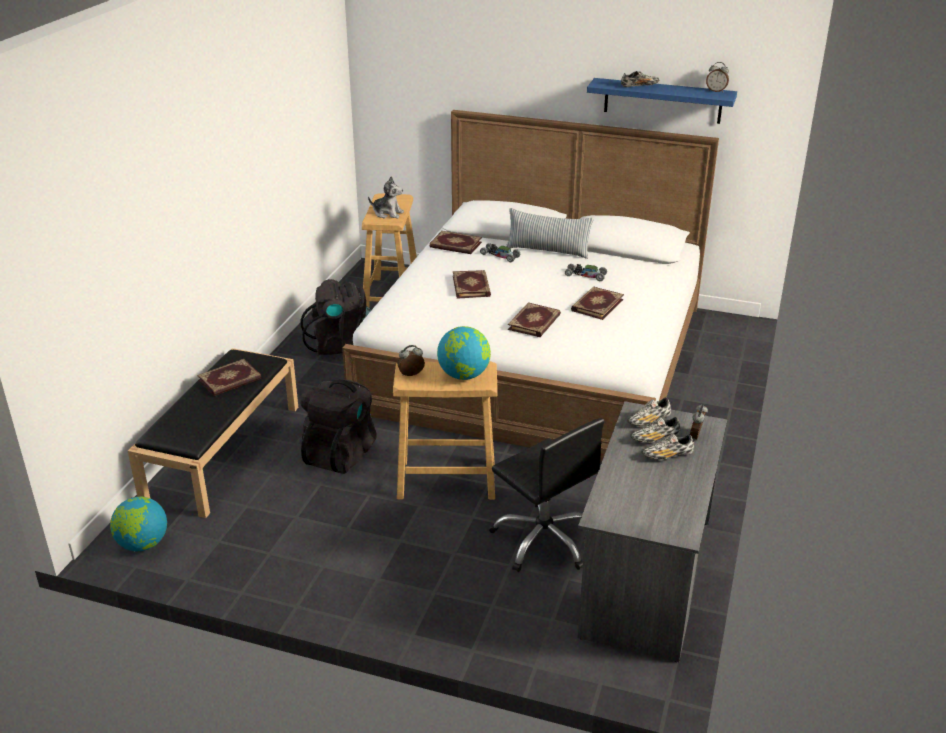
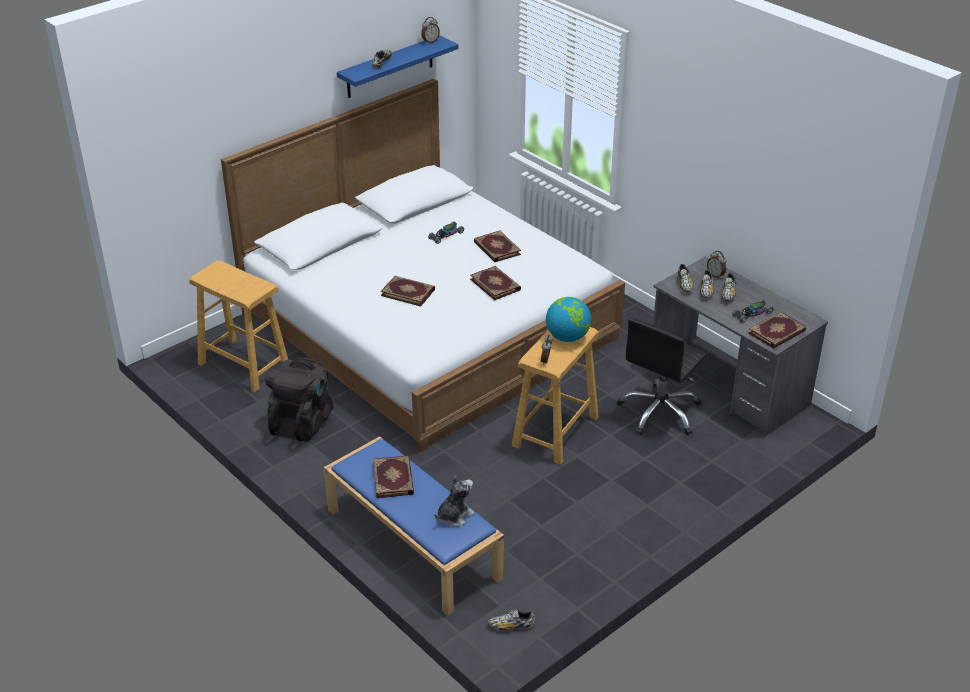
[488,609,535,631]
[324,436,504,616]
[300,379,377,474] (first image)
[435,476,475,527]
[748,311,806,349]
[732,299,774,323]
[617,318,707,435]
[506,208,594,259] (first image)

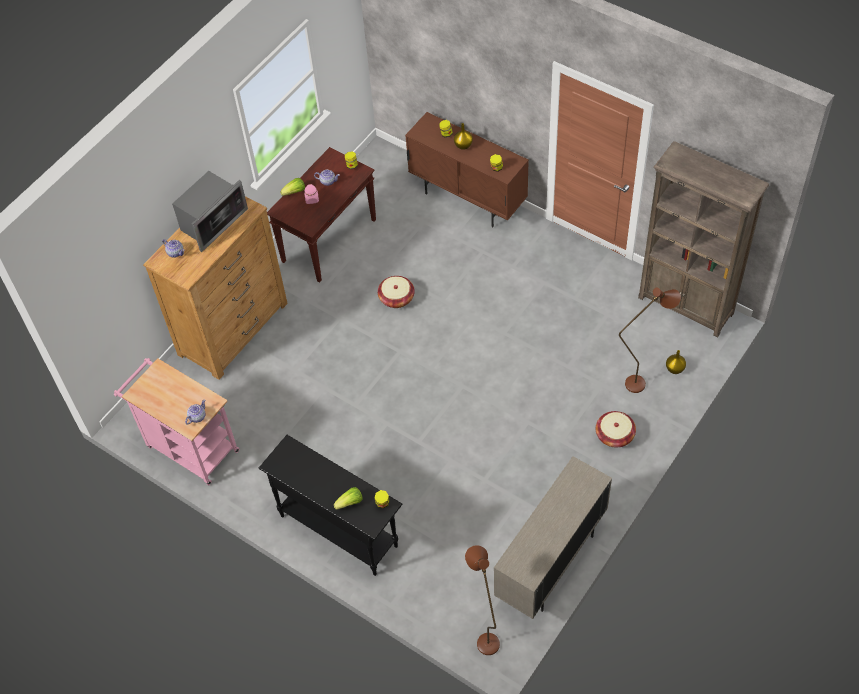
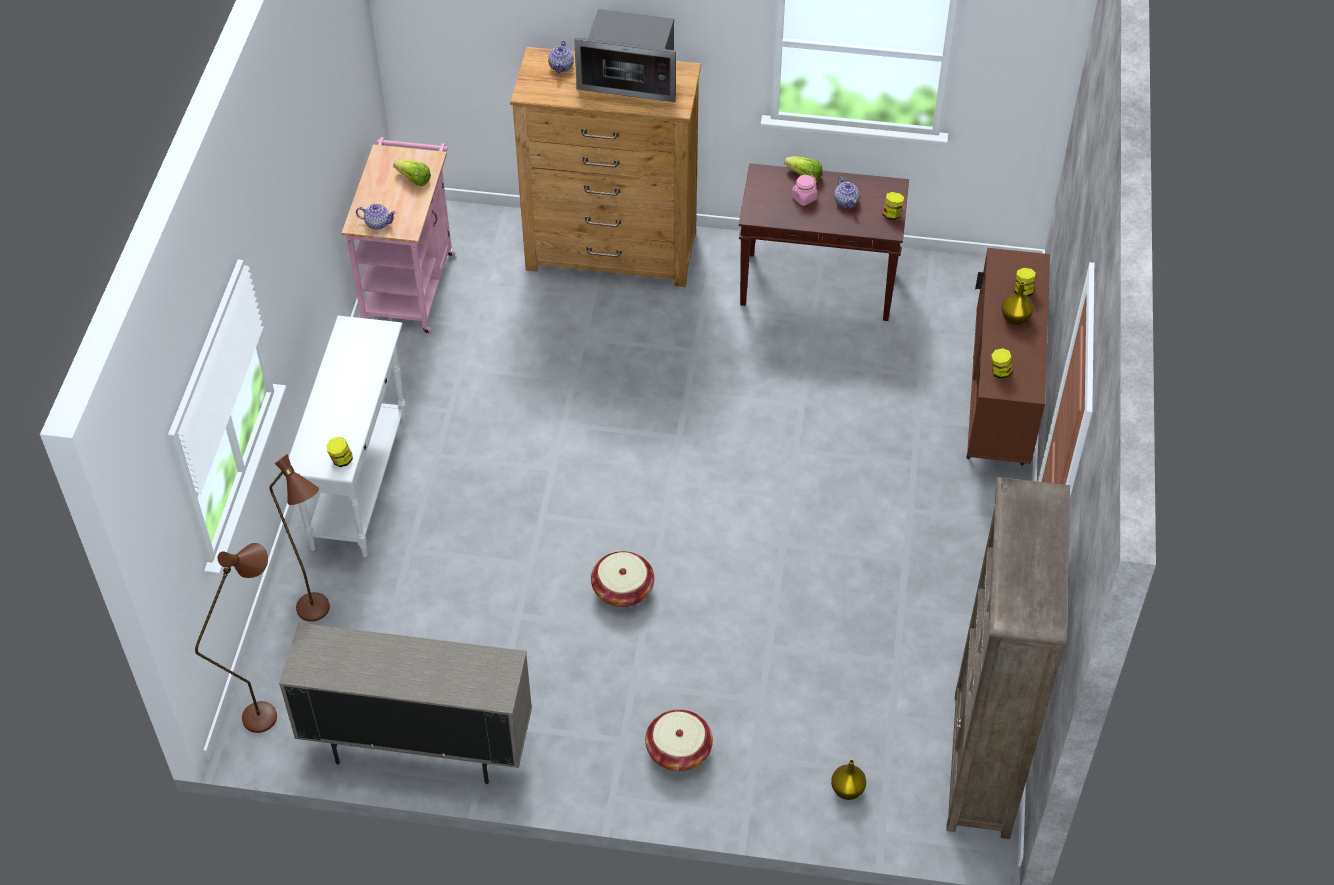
[283,315,407,557]
[393,159,431,186]
[591,551,654,607]
[269,454,330,622]

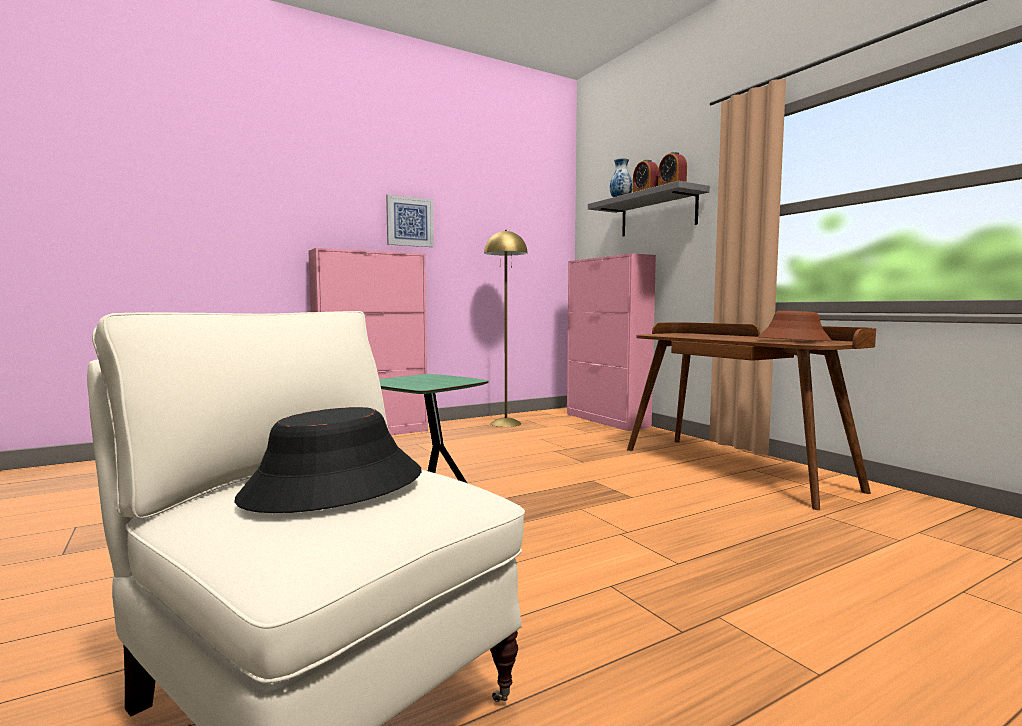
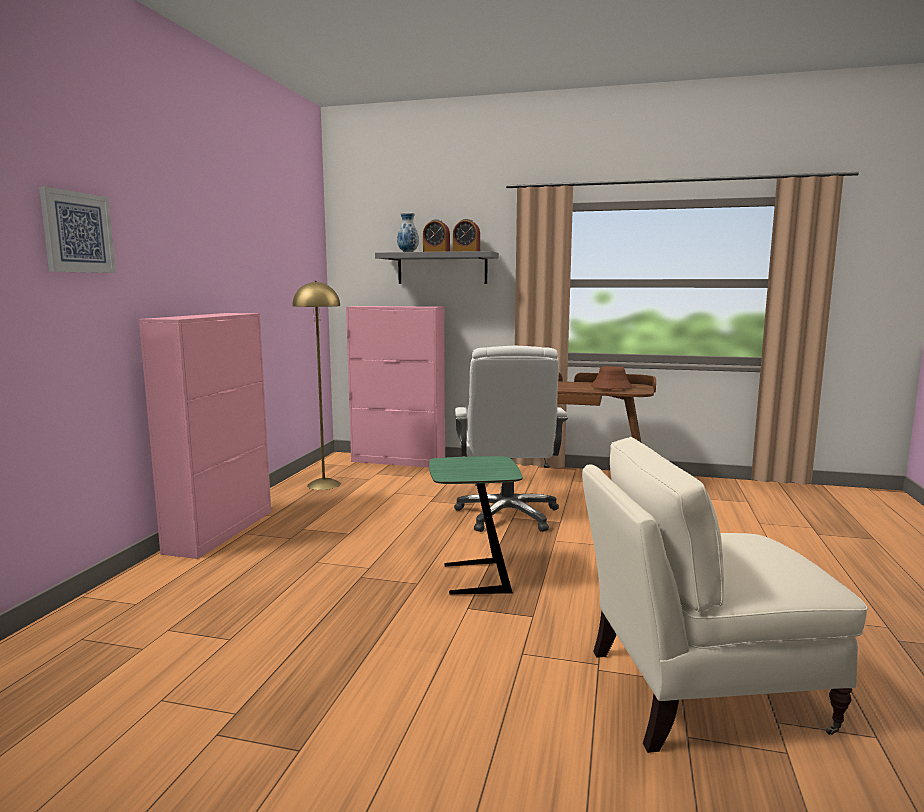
[234,407,421,513] (first image)
[39,187,116,273]
[454,346,568,532]

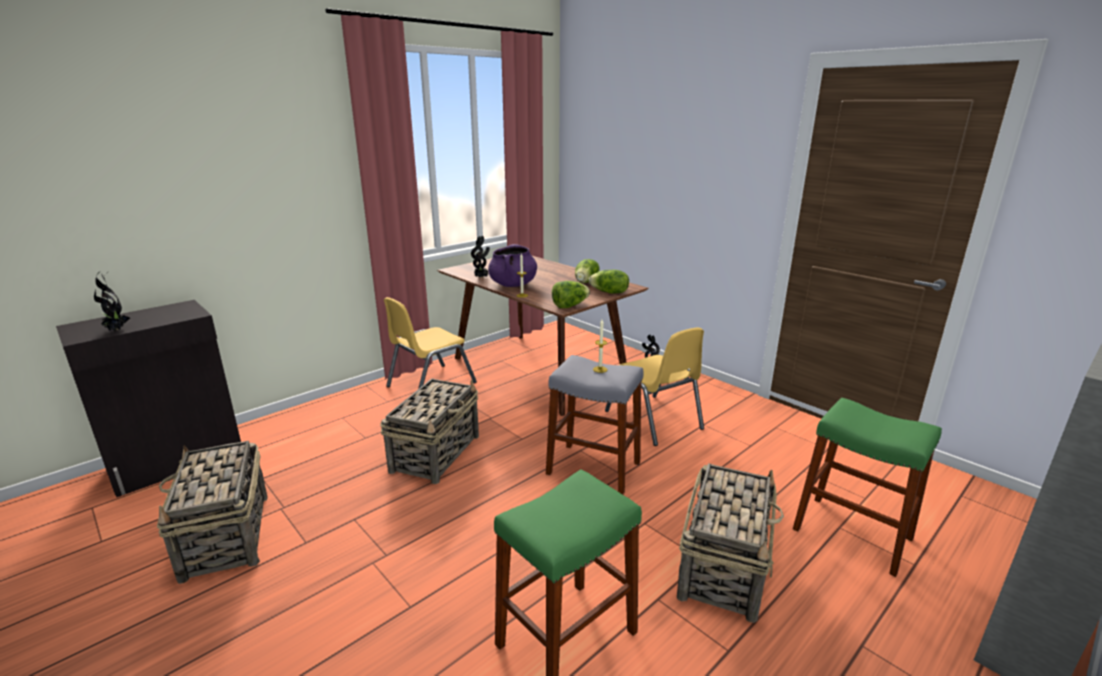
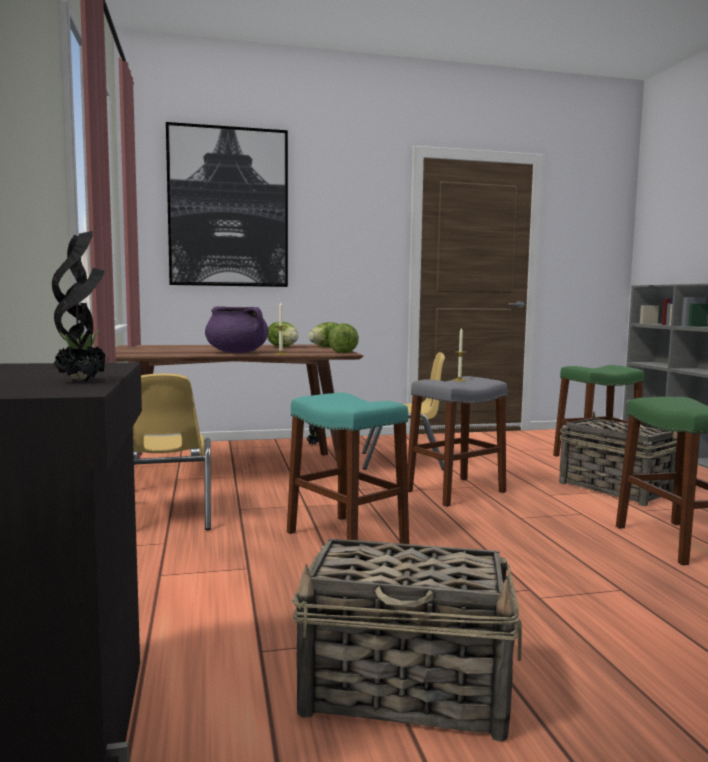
[287,393,409,544]
[471,236,490,278] (first image)
[166,122,288,287]

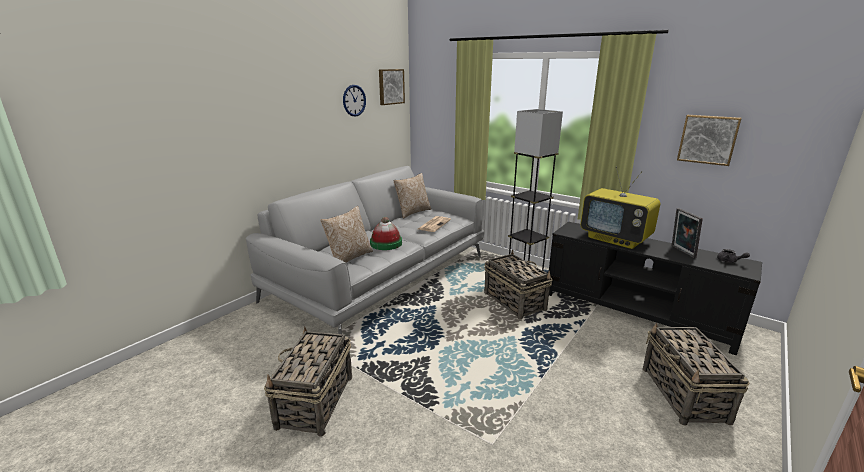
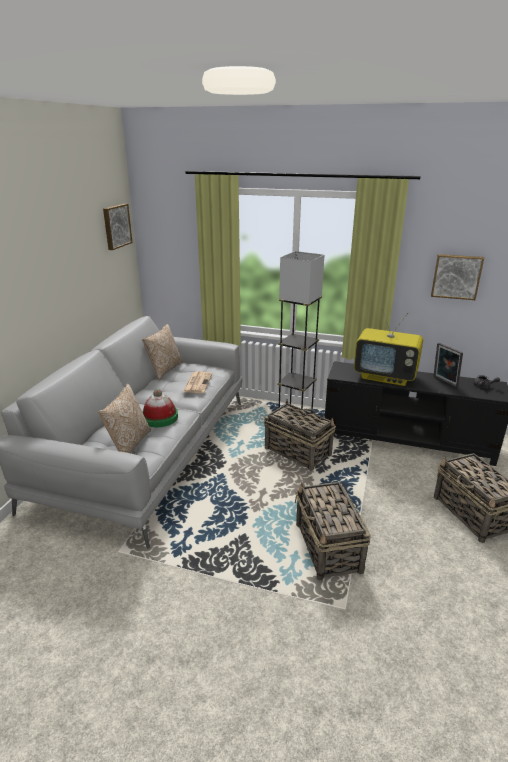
[295,482,371,580]
[343,85,366,116] (first image)

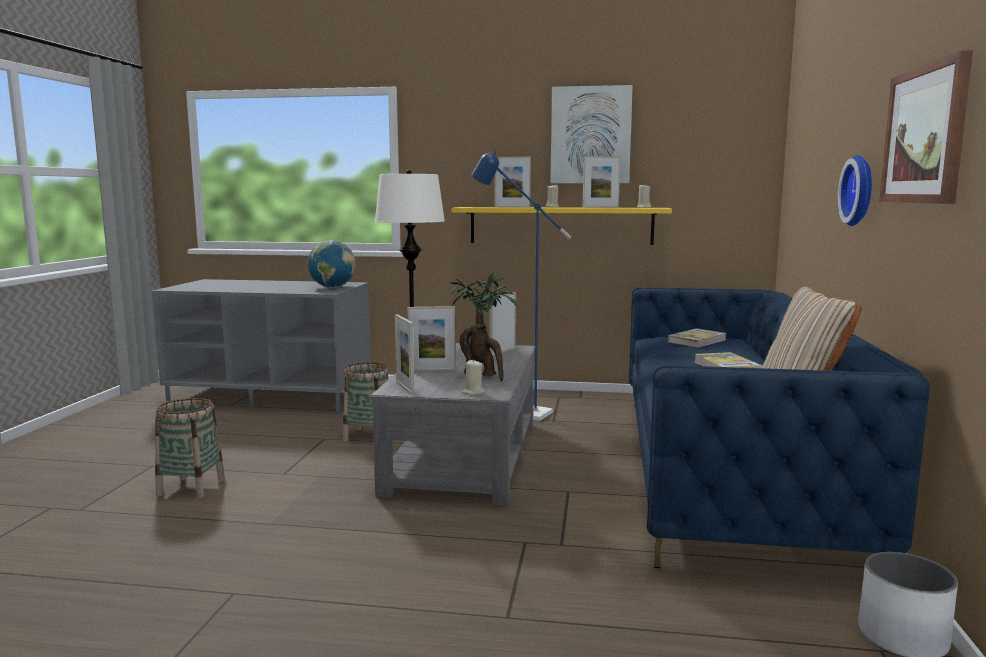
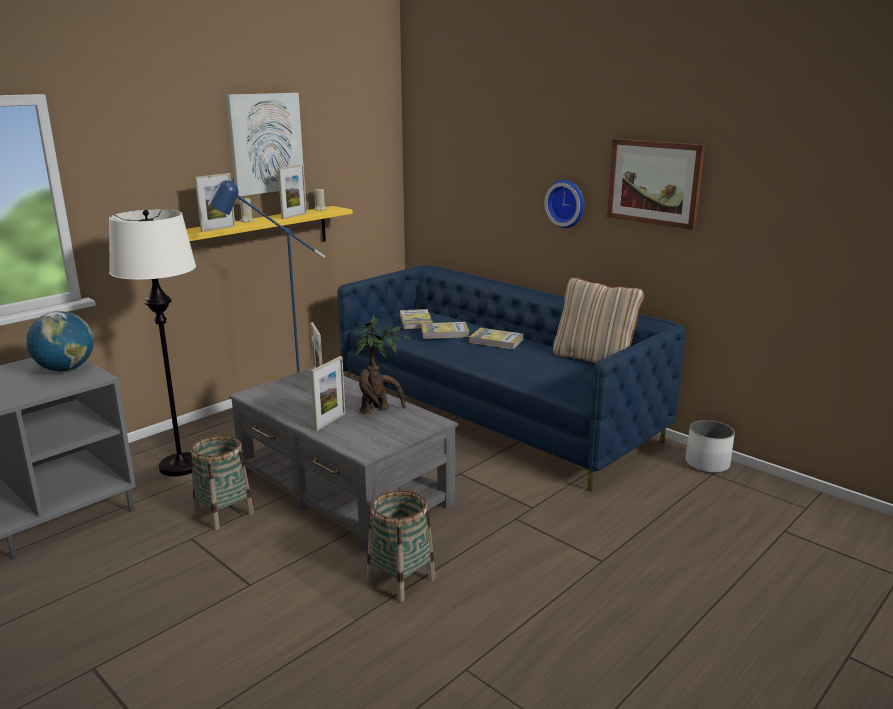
[367,490,435,602]
[395,314,414,395] (first image)
[462,360,484,395] (first image)
[421,322,469,339]

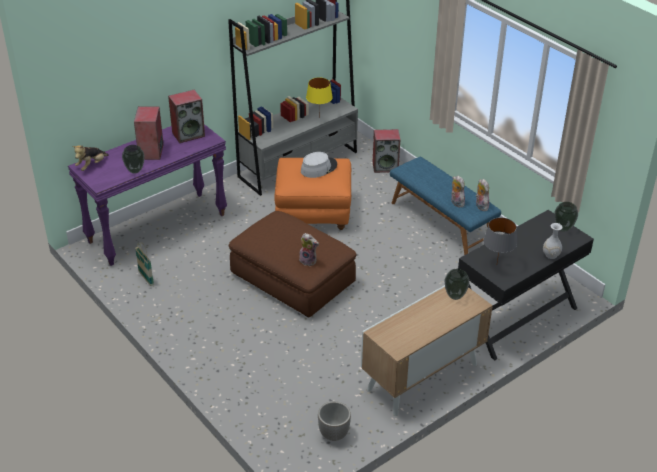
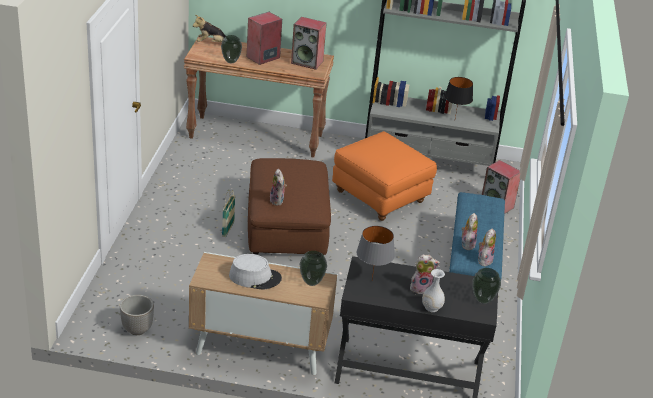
[184,36,334,158]
[222,190,235,237]
[229,254,282,290]
[444,77,473,118]
[410,255,440,294]

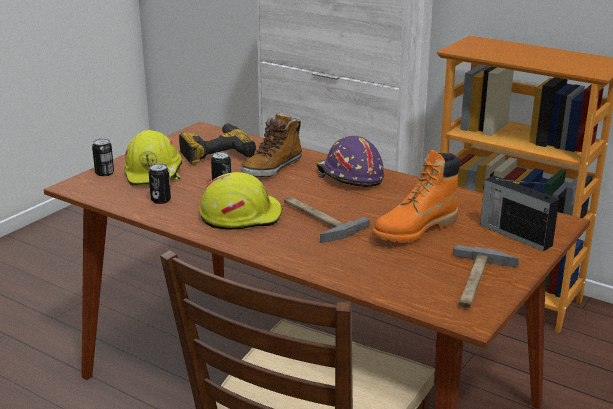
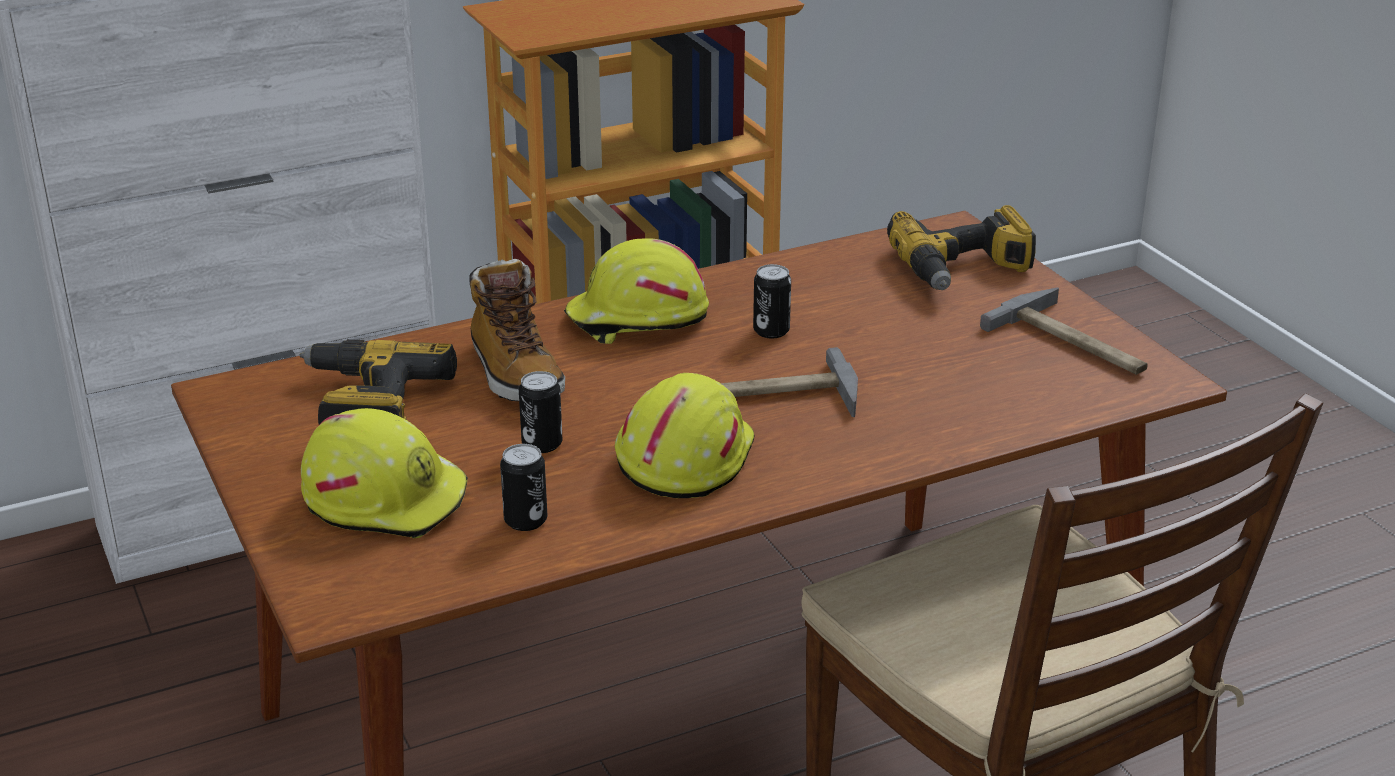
[753,264,791,338]
[564,238,709,344]
[372,150,461,243] (first image)
[887,205,1036,290]

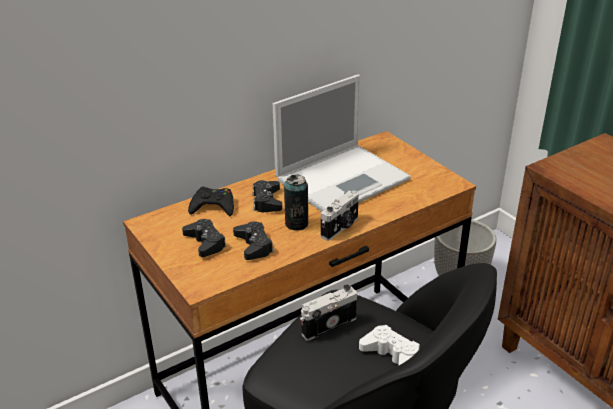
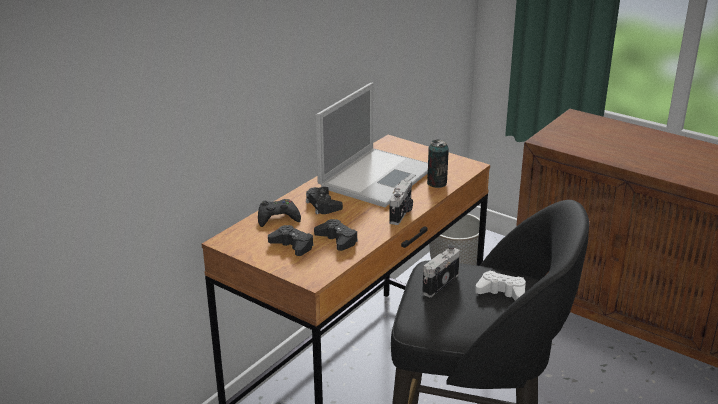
[427,139,449,188]

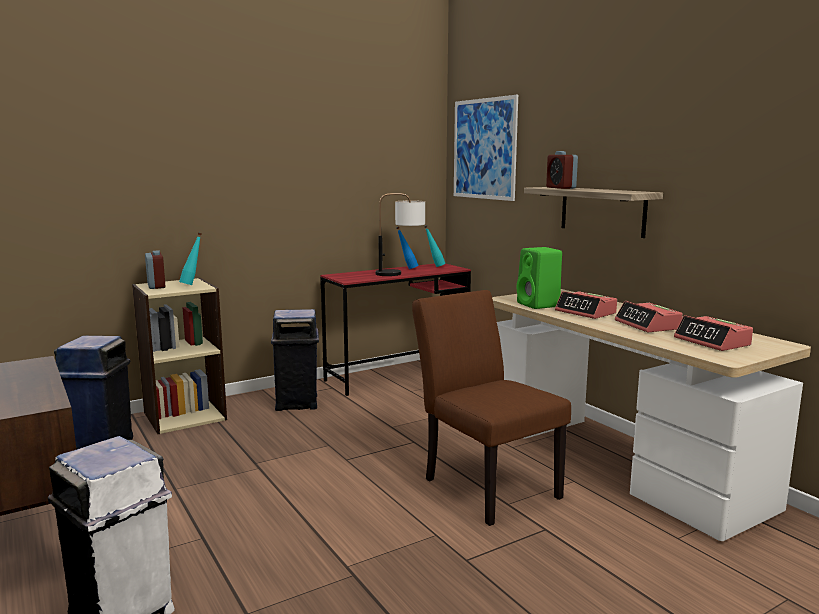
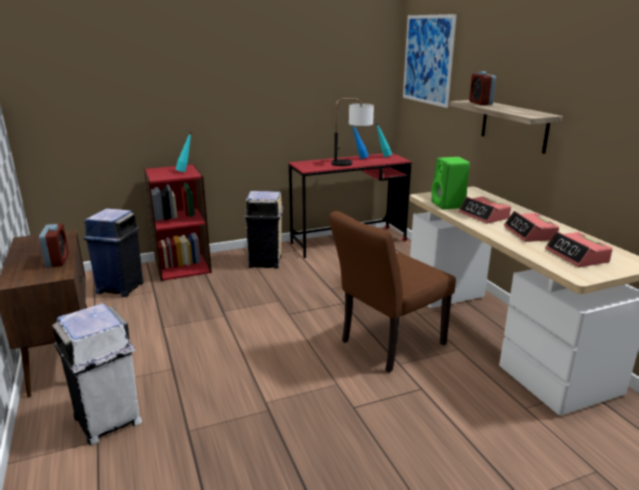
[143,164,212,281]
[39,224,69,267]
[244,191,283,269]
[329,211,456,372]

